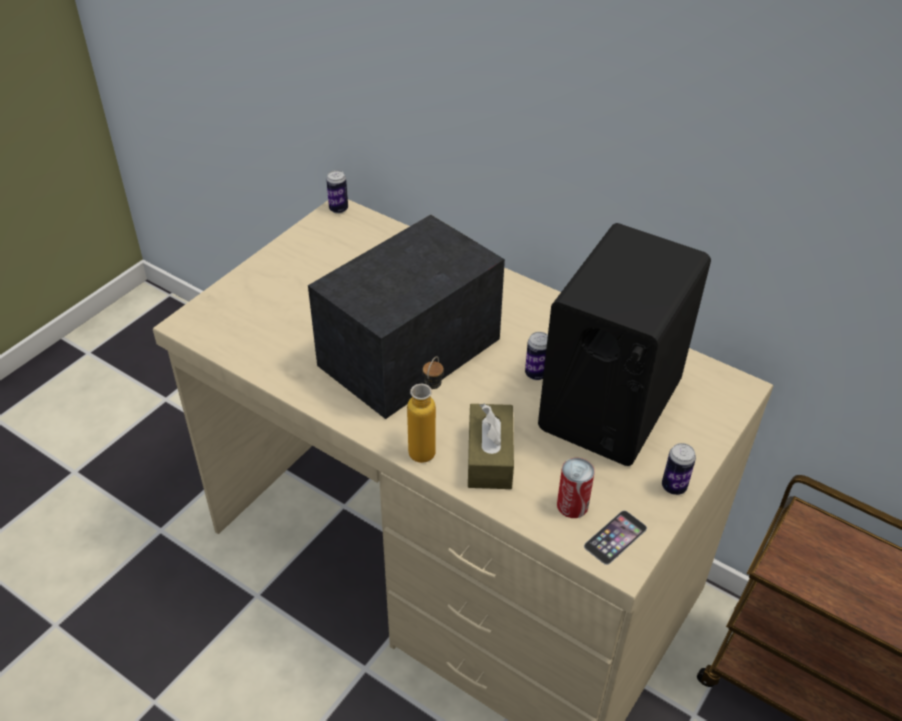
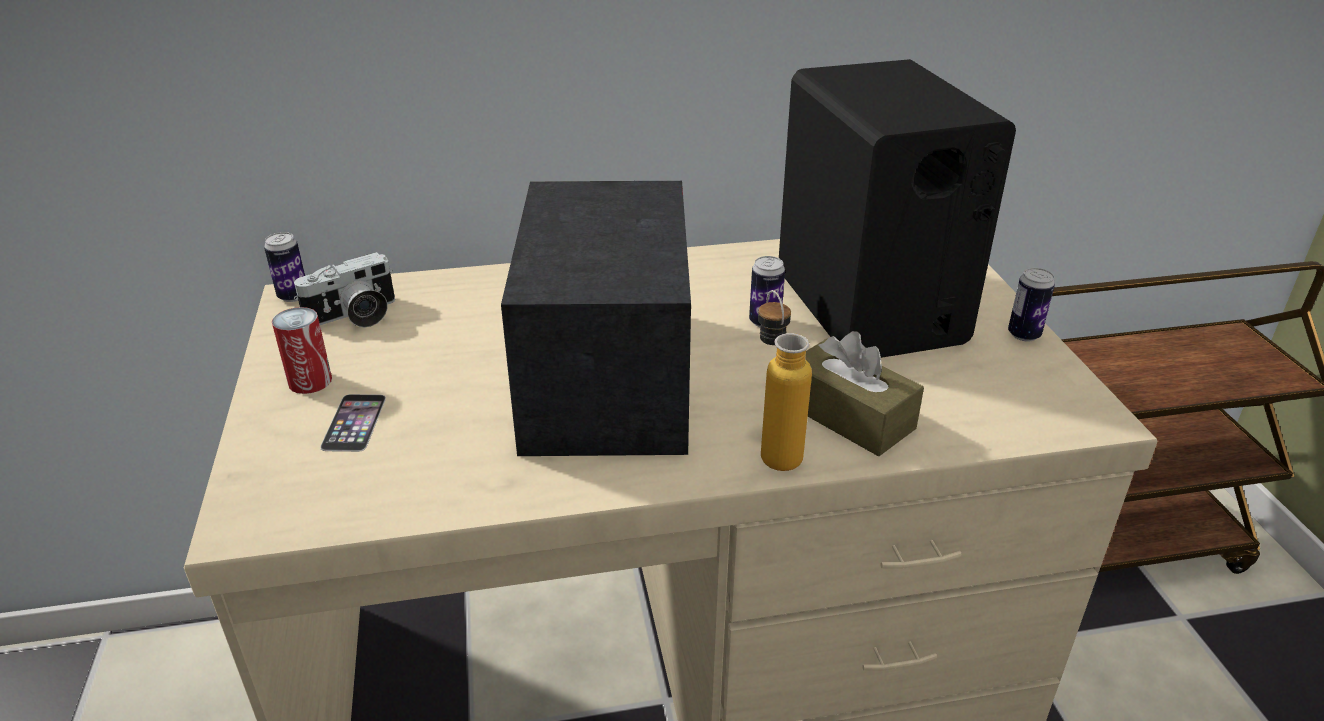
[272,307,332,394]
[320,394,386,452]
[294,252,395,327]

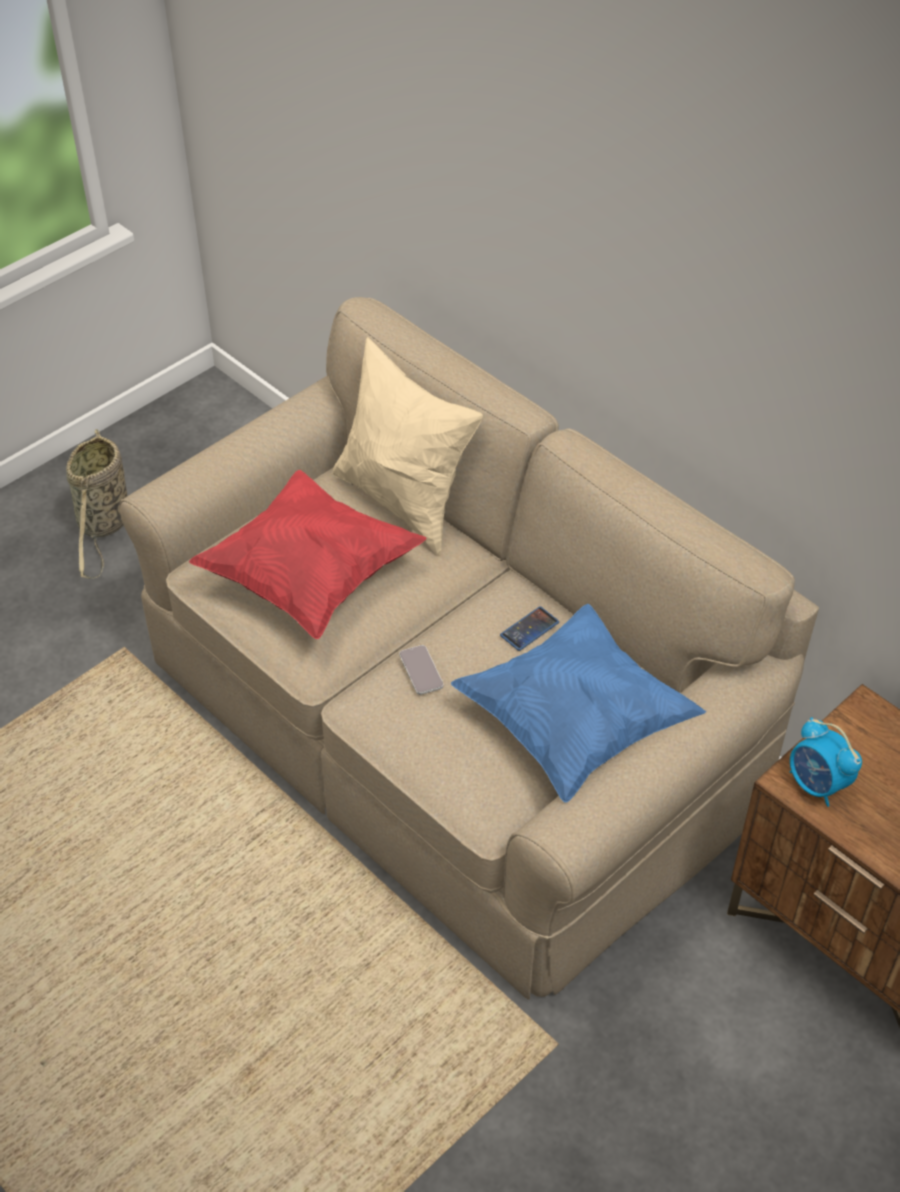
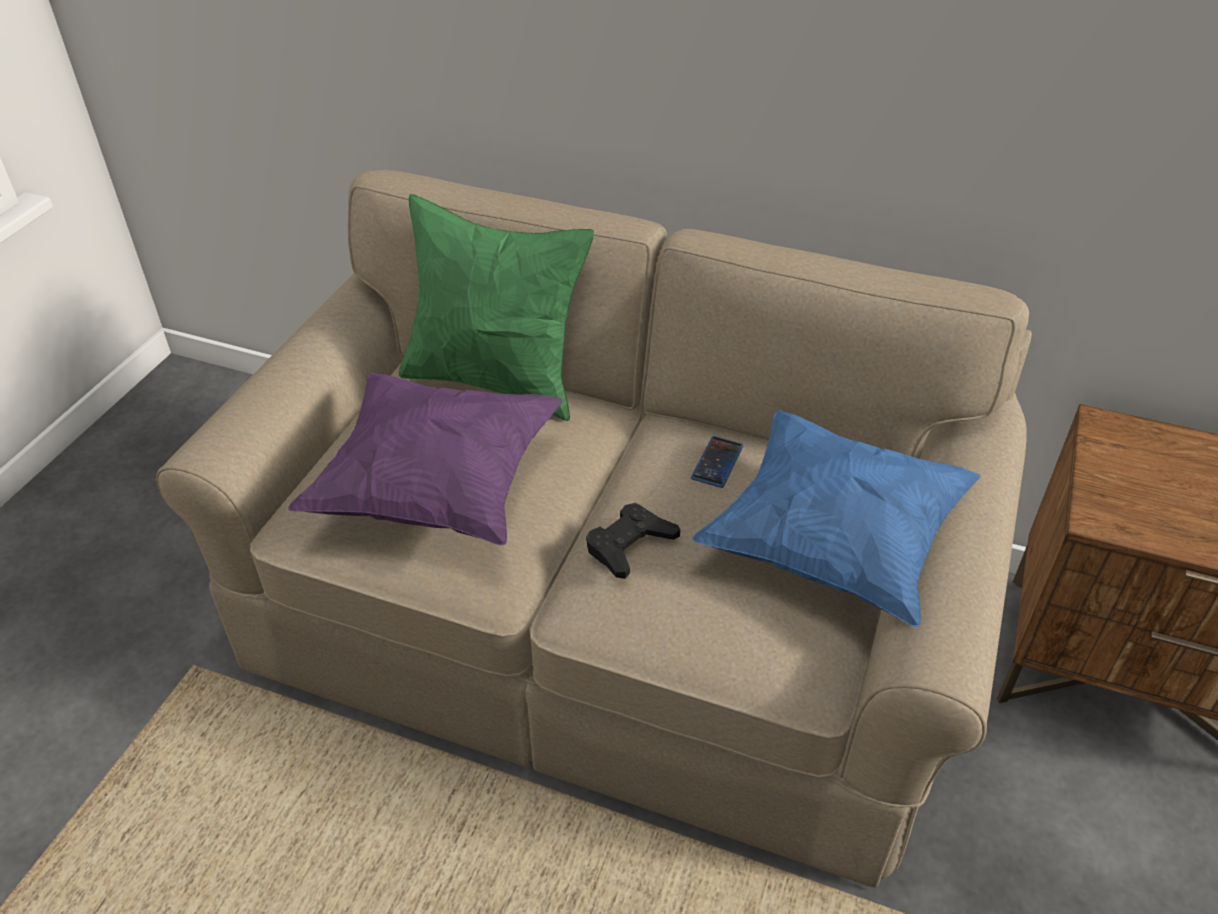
[66,429,128,579] (first image)
[288,373,562,545]
[399,194,594,421]
[586,503,680,579]
[789,717,862,807] (first image)

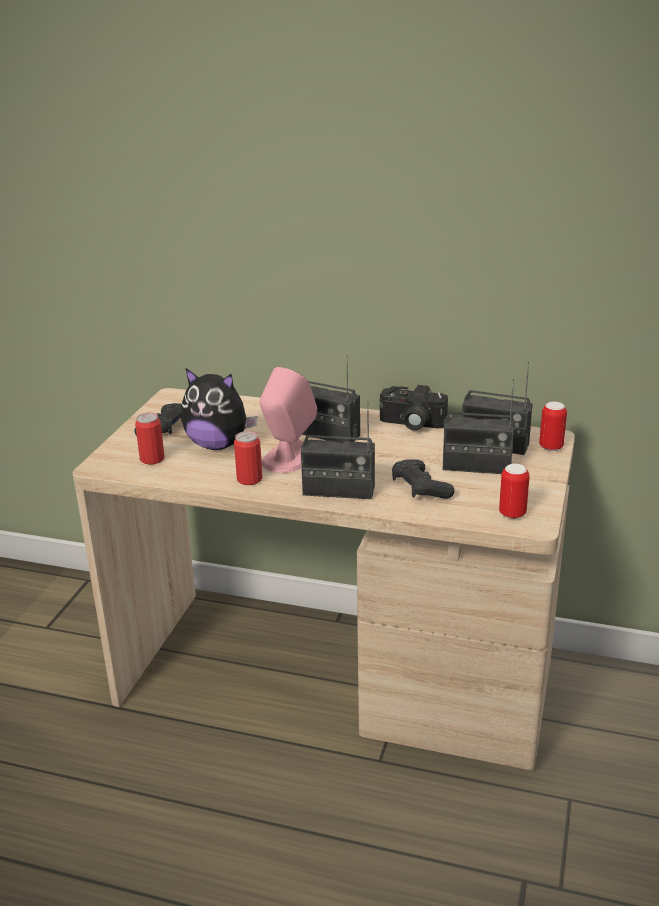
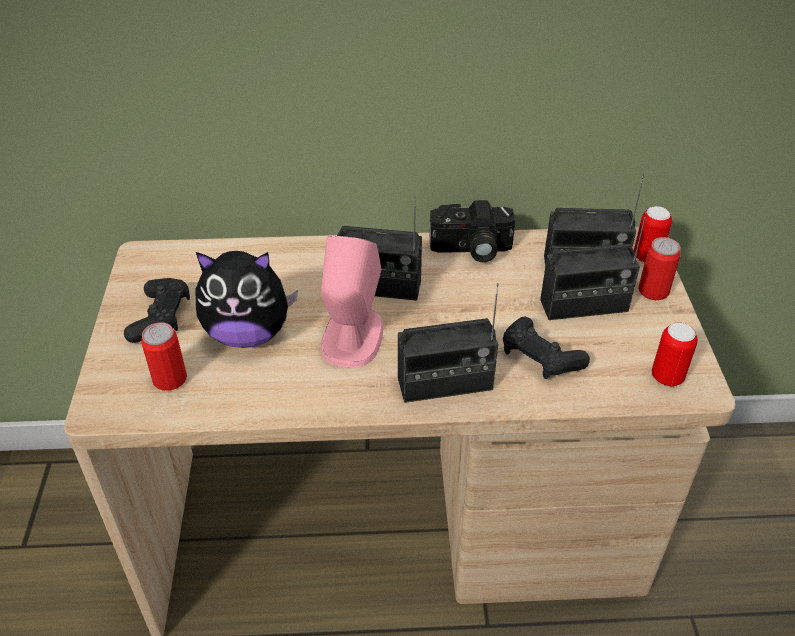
[639,237,681,300]

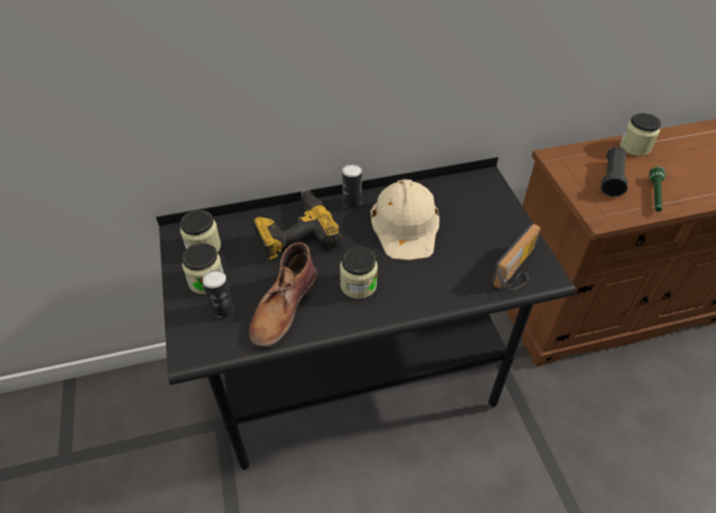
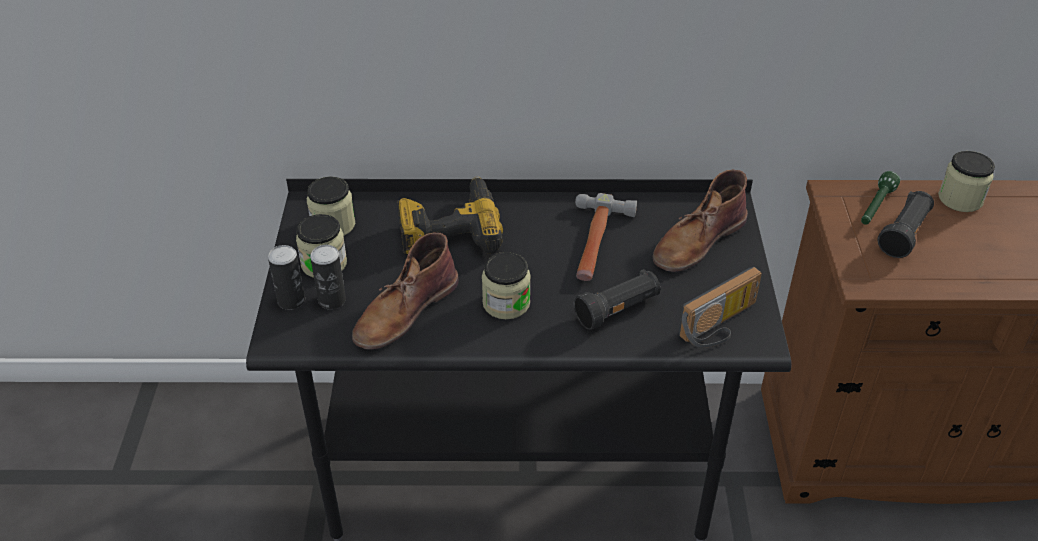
[268,245,305,310]
[575,193,637,281]
[861,171,900,225]
[574,269,661,330]
[653,170,748,272]

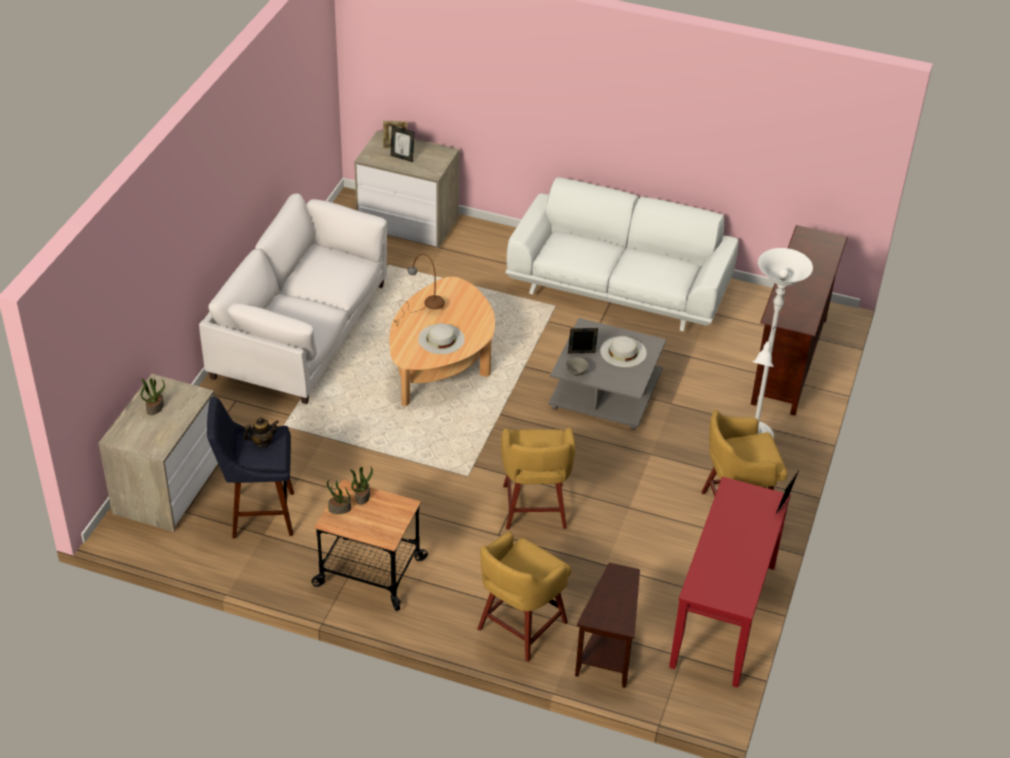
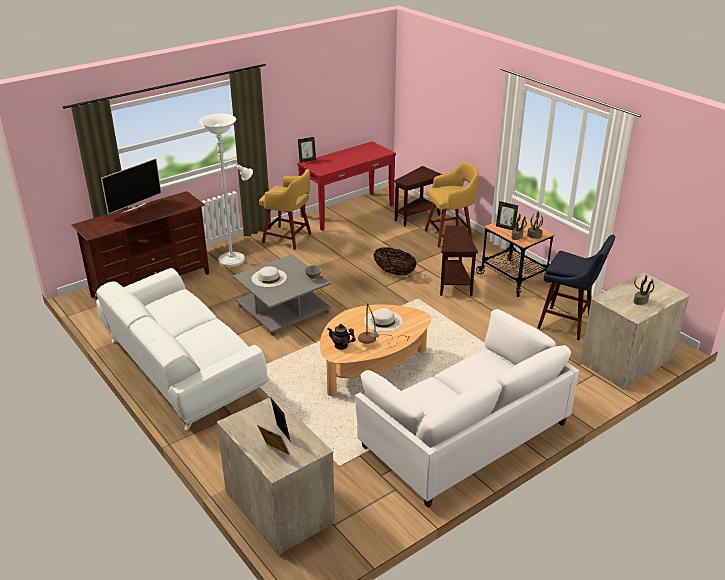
[328,324,356,350]
[373,247,417,275]
[496,201,518,230]
[101,158,161,214]
[440,226,478,296]

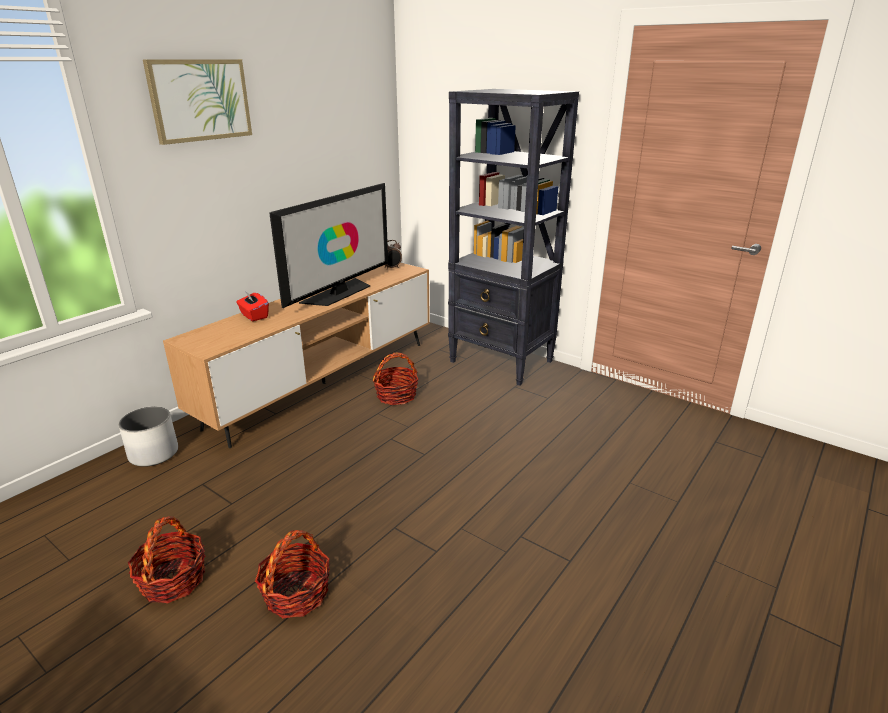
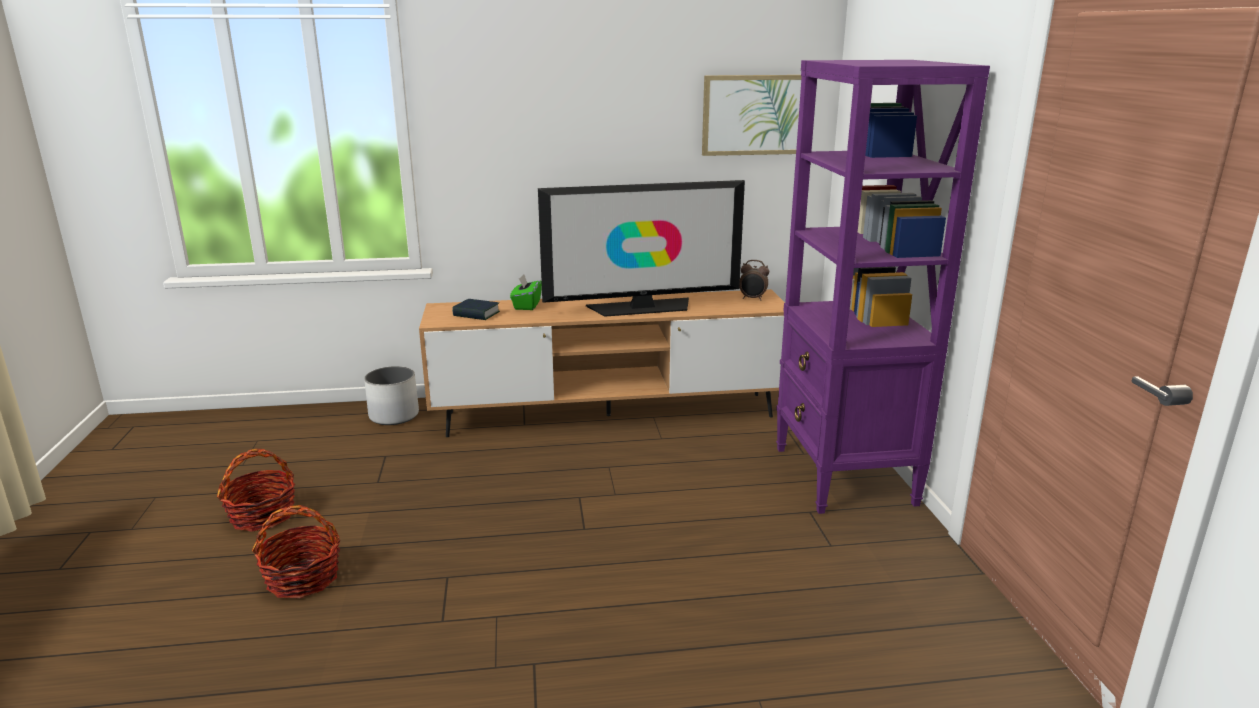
[702,75,802,156]
[510,274,542,310]
[373,352,419,405] (first image)
[776,60,990,514]
[452,299,500,320]

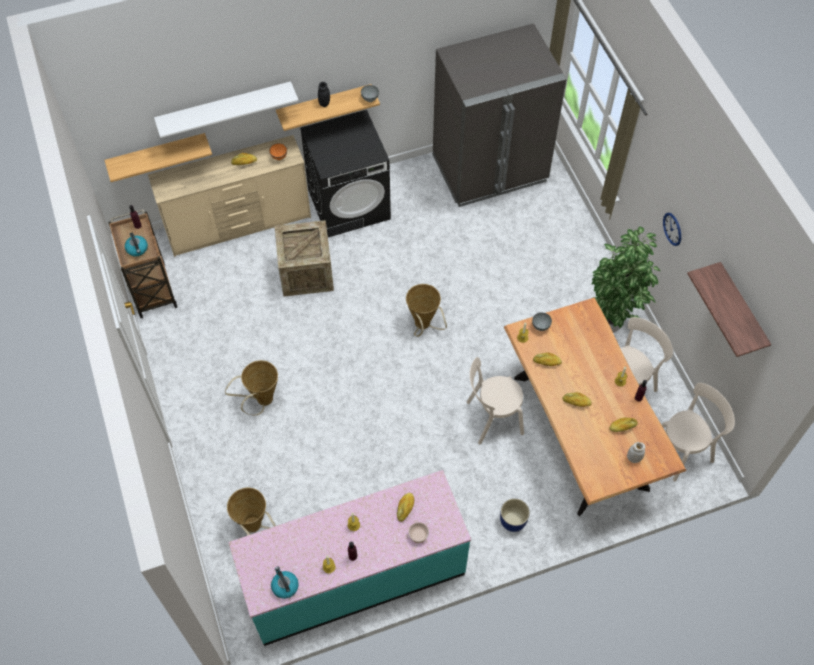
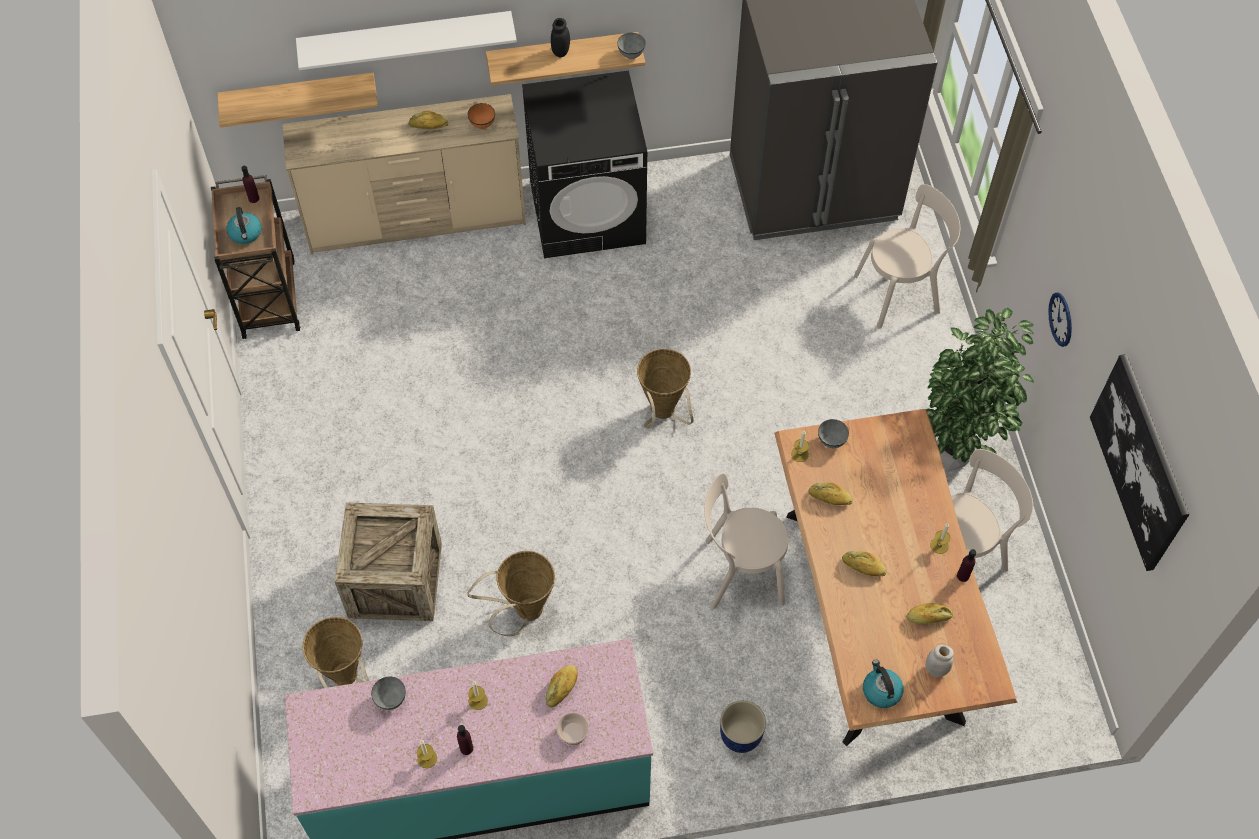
[468,551,555,636]
[863,660,904,708]
[335,503,442,621]
[854,184,960,328]
[1090,354,1189,571]
[371,676,406,710]

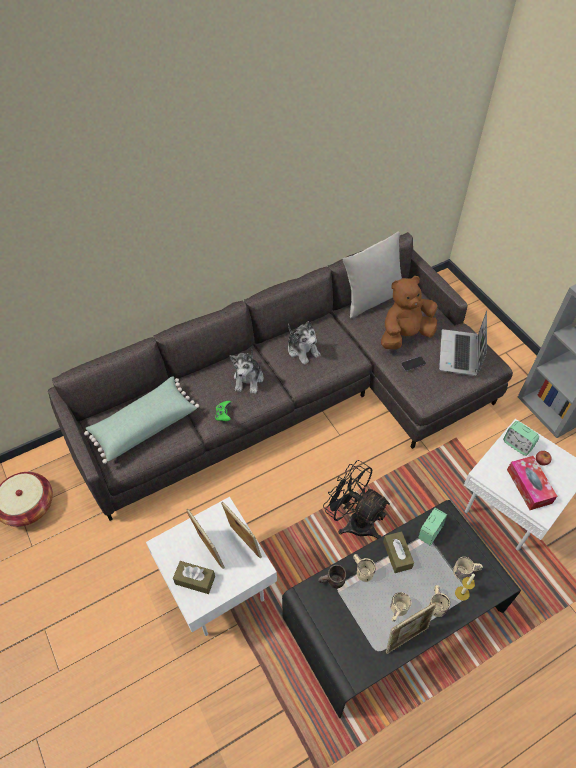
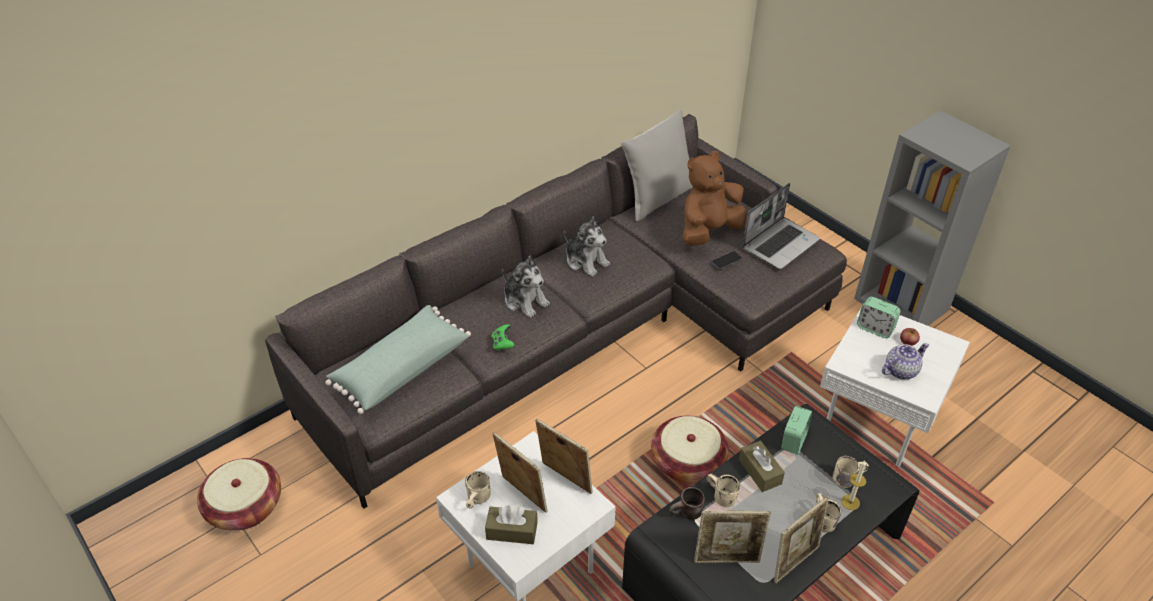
[502,256,550,318]
[651,416,729,483]
[465,471,491,508]
[742,183,820,269]
[882,343,929,379]
[694,510,771,563]

